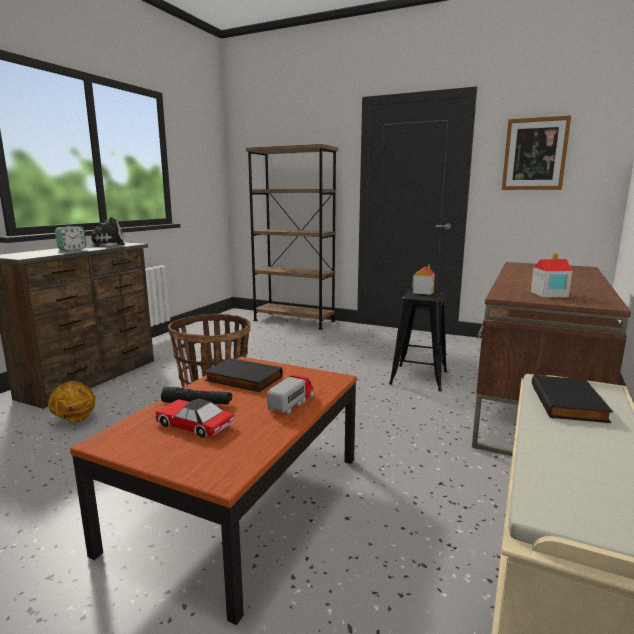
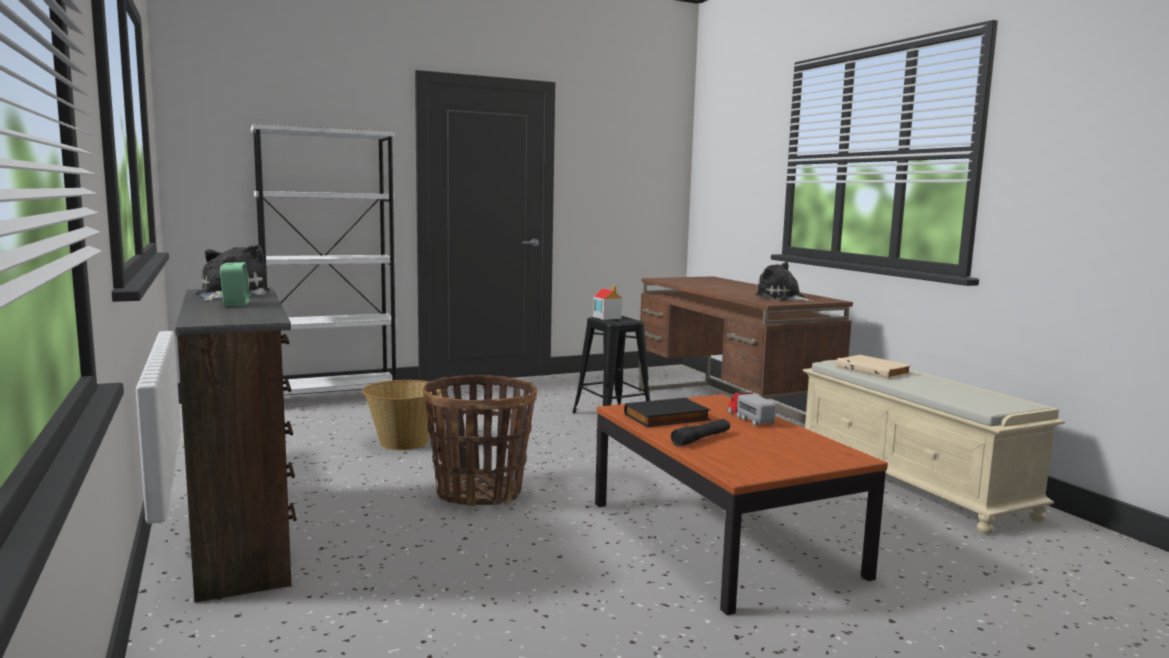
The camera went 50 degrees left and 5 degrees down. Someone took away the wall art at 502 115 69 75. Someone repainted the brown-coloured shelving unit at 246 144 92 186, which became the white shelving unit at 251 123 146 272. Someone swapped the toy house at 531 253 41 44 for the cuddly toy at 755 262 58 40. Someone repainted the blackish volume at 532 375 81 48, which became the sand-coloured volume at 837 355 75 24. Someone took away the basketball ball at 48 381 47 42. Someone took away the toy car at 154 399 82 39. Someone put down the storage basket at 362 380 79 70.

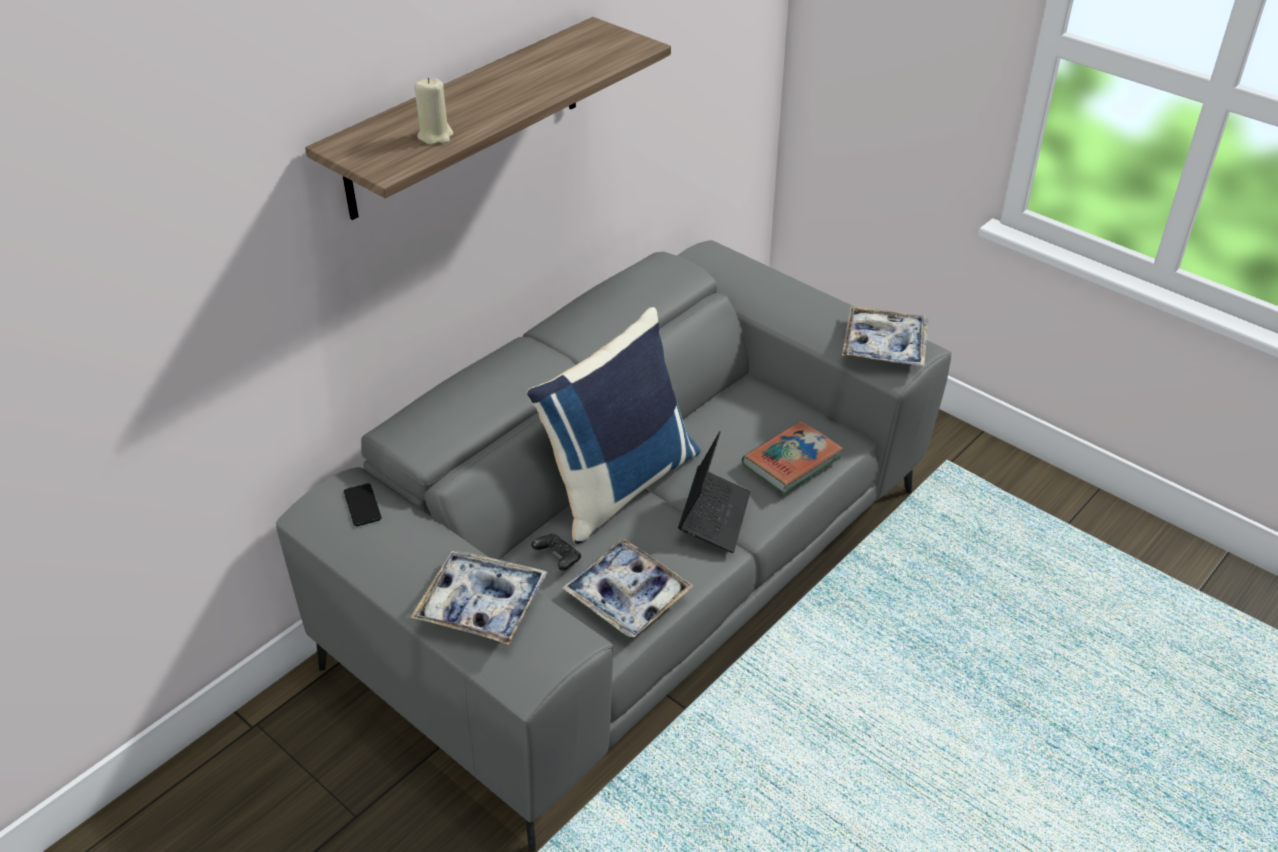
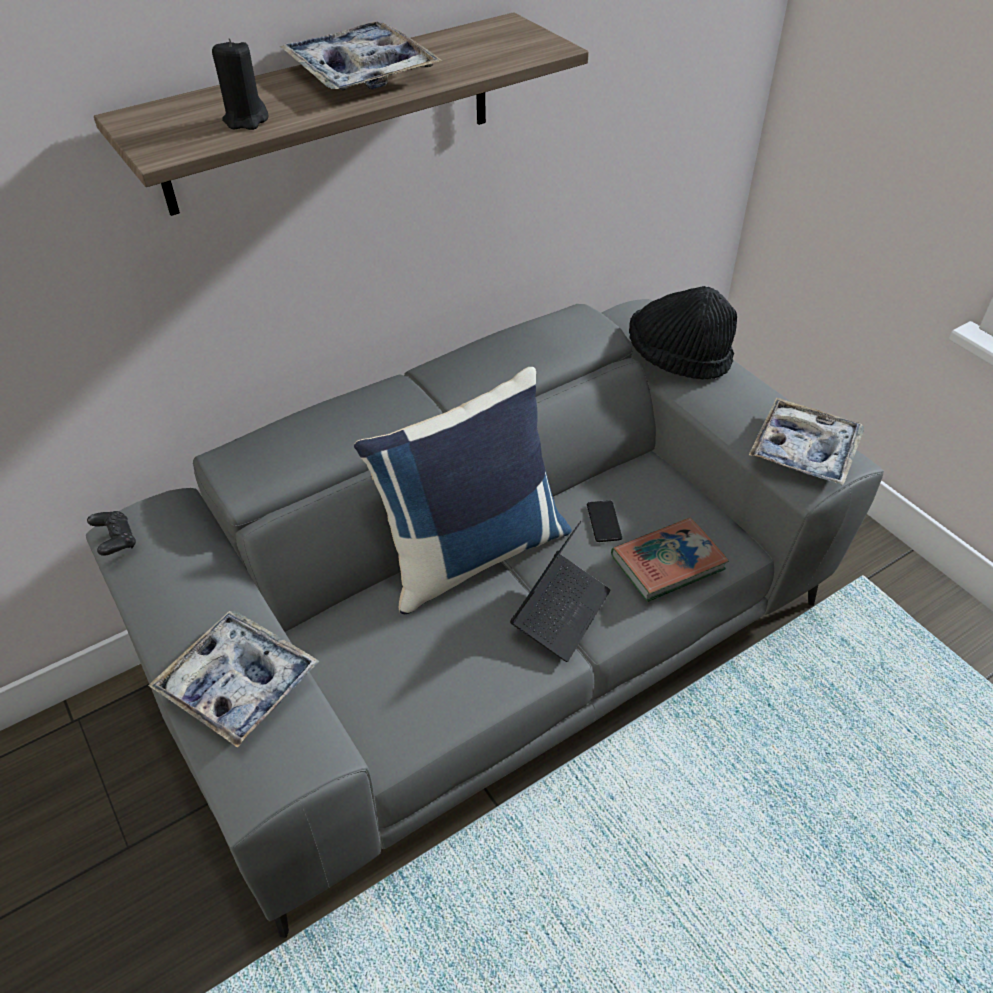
The camera went 15 degrees right and 5 degrees up. Someone repainted the sand-coloured wax candle at 414 77 39 68, which became the blackish wax candle at 212 38 57 92. Someone carried the telephone from 344 483 38 43 to 587 500 35 42. Someone carried the blackish joypad from 531 534 50 36 to 87 511 49 45. Someone carried the tray from 562 539 132 98 to 280 21 162 70. Someone put down the blackish hat at 629 286 108 94.

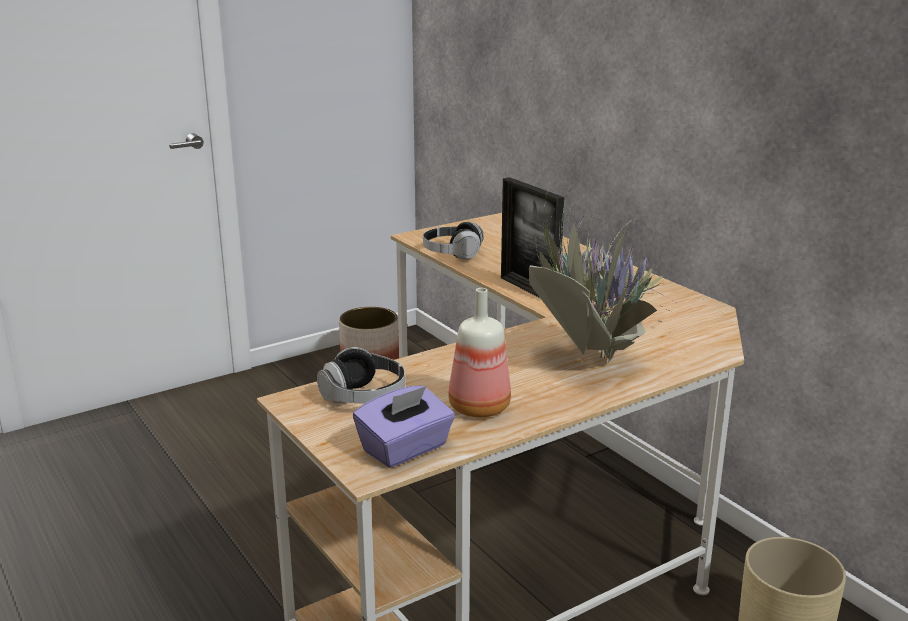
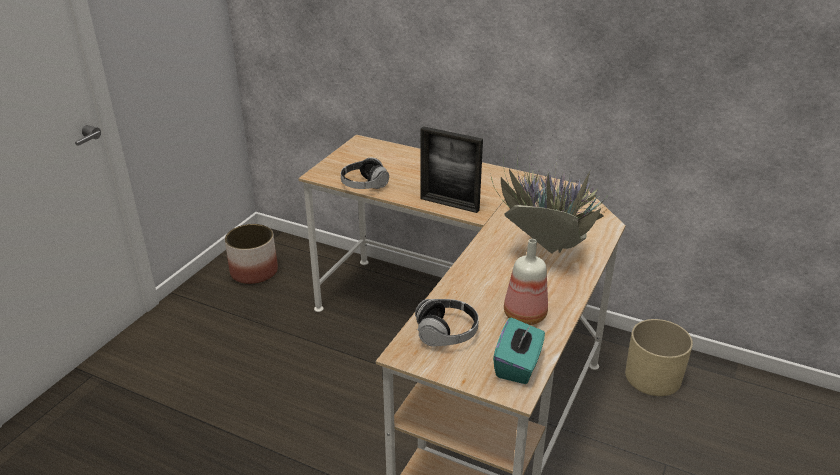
The camera went 30 degrees left and 10 degrees up. Someone repainted the purple-coloured box of tissues at 353 386 102 82, which became the blue-green box of tissues at 493 317 52 67.

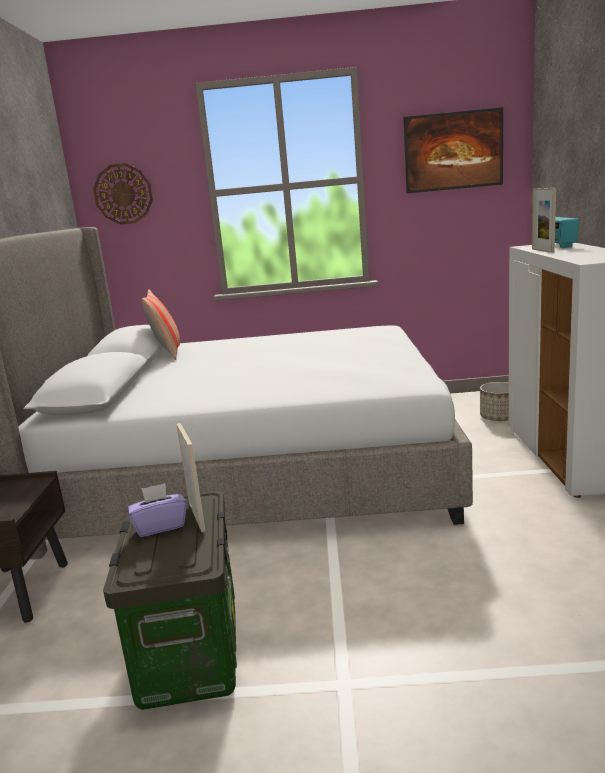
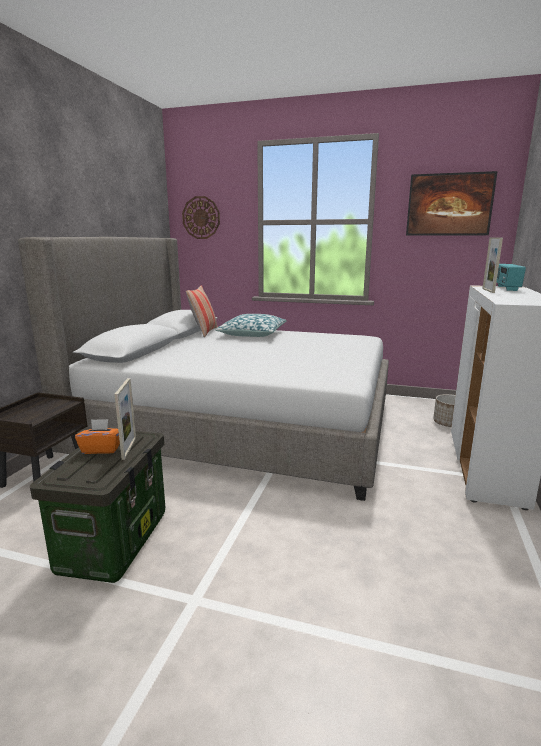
The camera went 15 degrees right and 0 degrees up. Someone repainted the purple-coloured box of tissues at 128 483 59 54, which became the orange-coloured box of tissues at 75 419 45 35. Someone put down the pillow at 215 314 72 23.

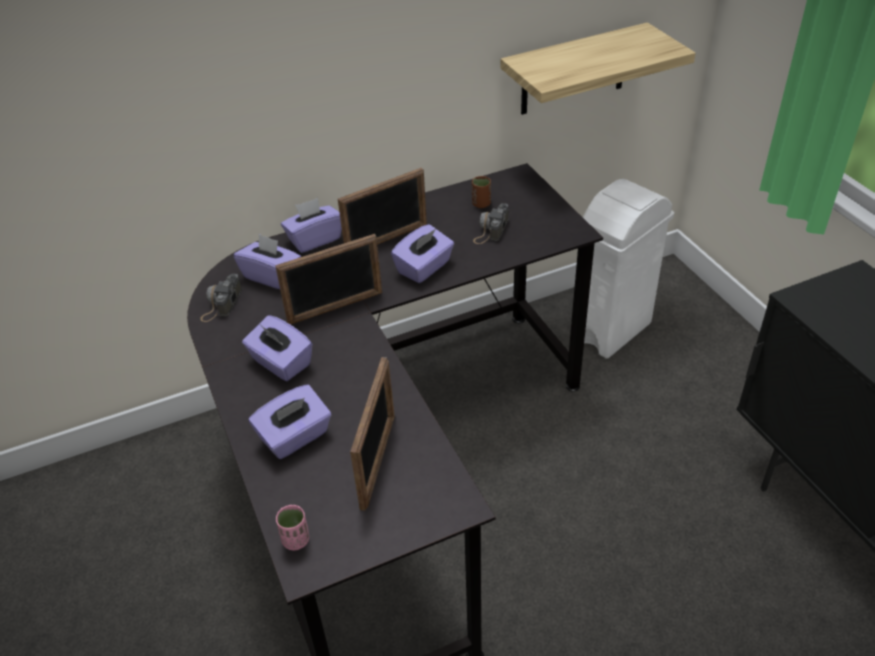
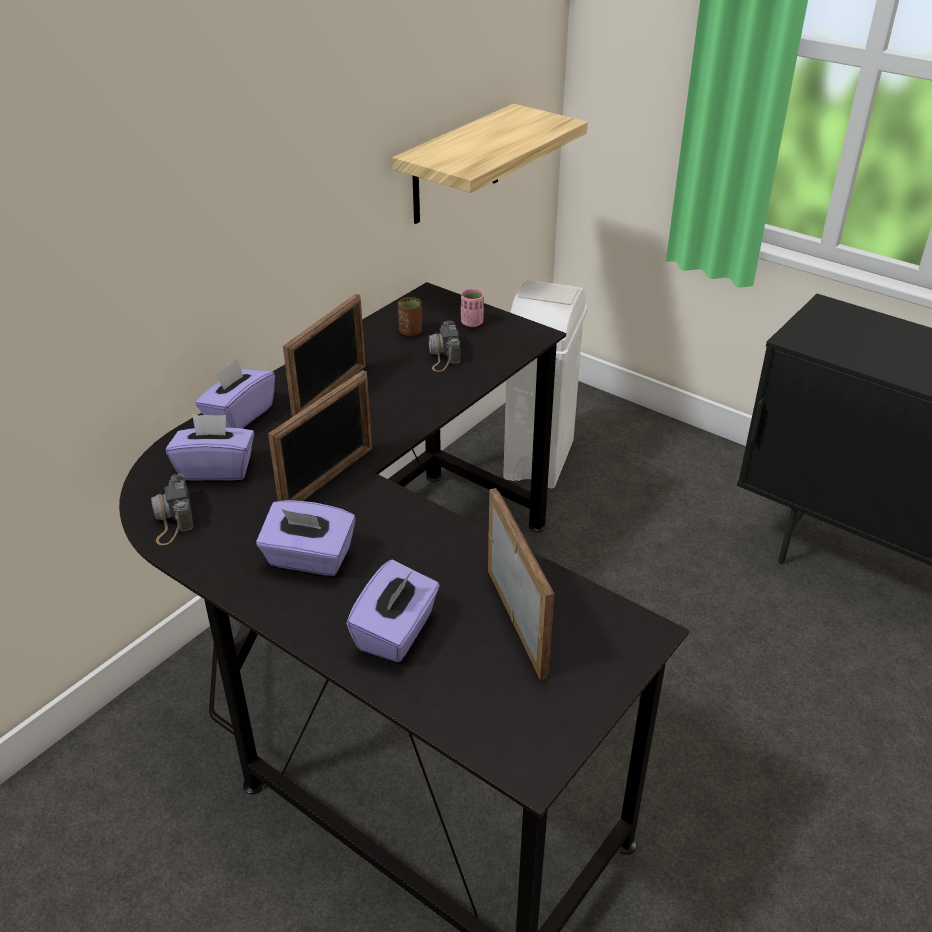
The camera went 30 degrees left and 5 degrees down. Someone took away the purple-coloured box of tissues at 391 224 63 59. Someone carried the pink small cup from 276 505 33 45 to 461 289 23 38.

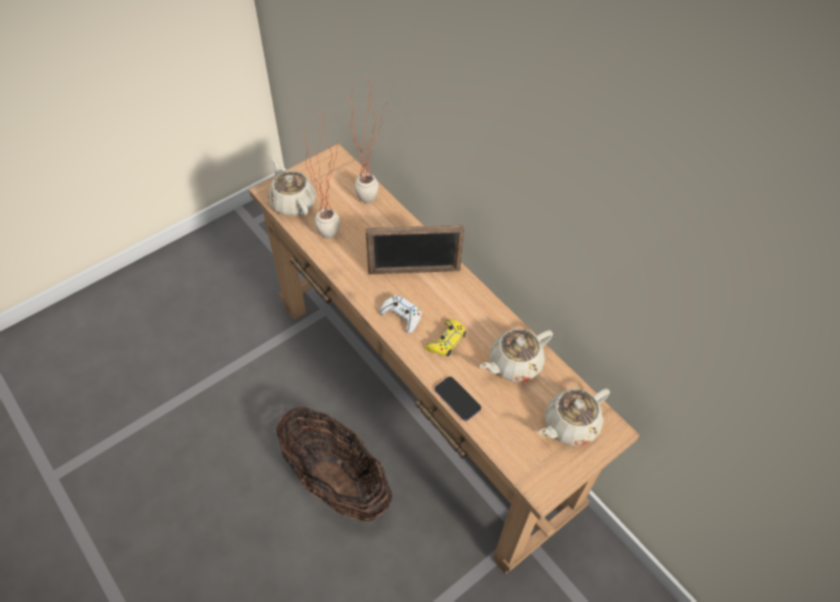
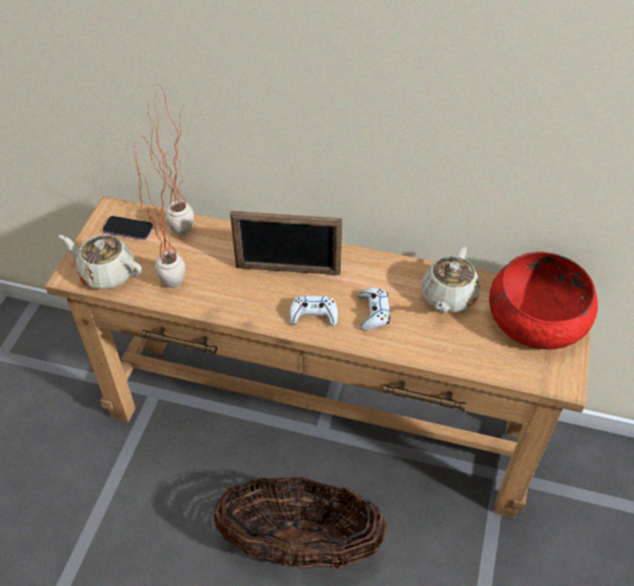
The camera went 35 degrees left and 5 degrees down. Someone rotated the photo frame at 366 225 98 49 by 45 degrees clockwise. Someone repainted the yellowish joypad at 425 319 41 37, which became the white joypad at 358 288 32 43. Someone carried the telephone from 435 377 46 44 to 103 216 50 24. Someone swapped the sand-coloured tea pot at 539 388 71 58 for the reddish deep dish at 489 252 109 98.

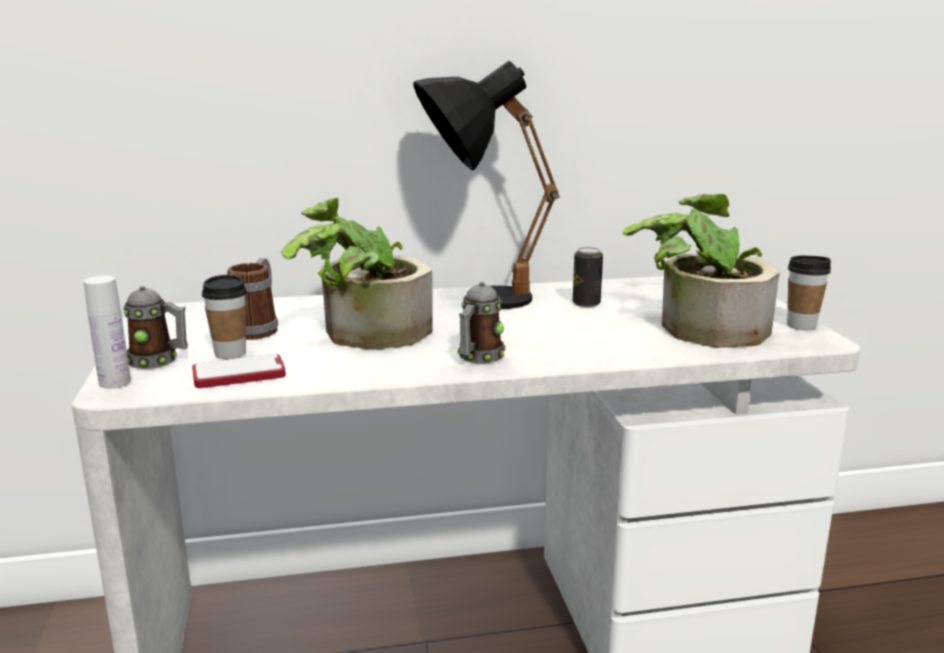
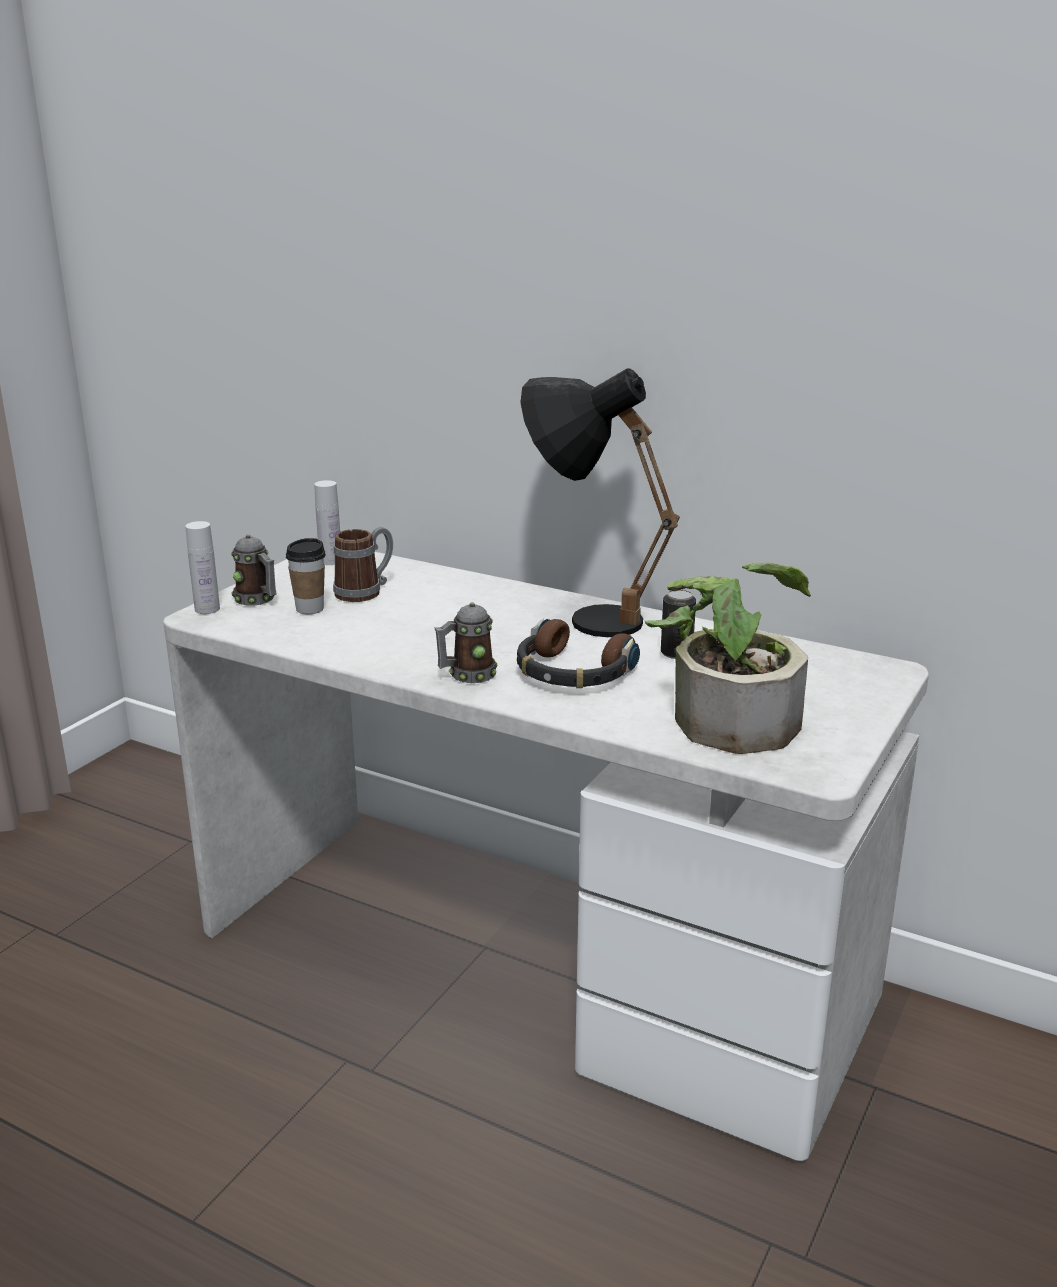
The camera went 40 degrees right and 5 degrees up. Someone took away the potted plant at 281 198 152 152. Someone took away the small cup at 787 256 44 74. Someone took away the telephone at 192 354 94 34. Someone put down the white bottle at 314 480 26 85. Someone put down the headset at 517 619 123 69.

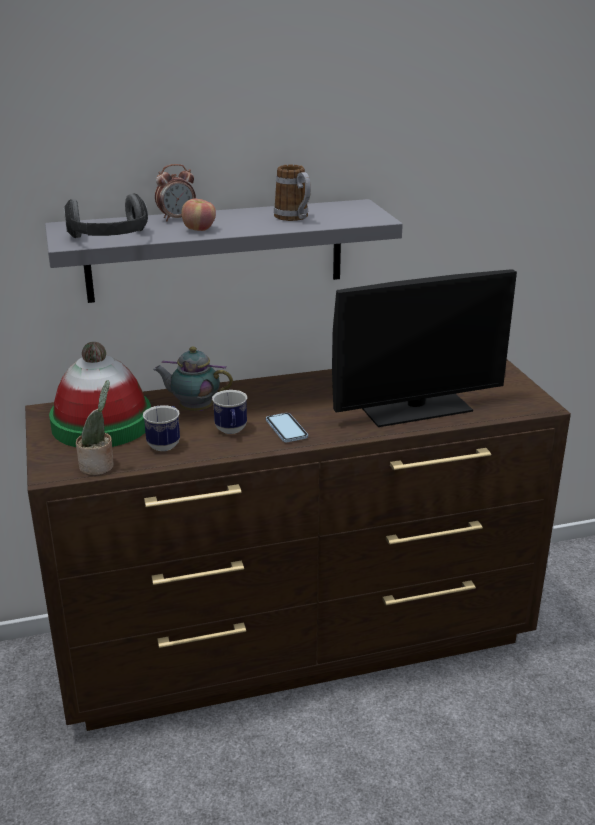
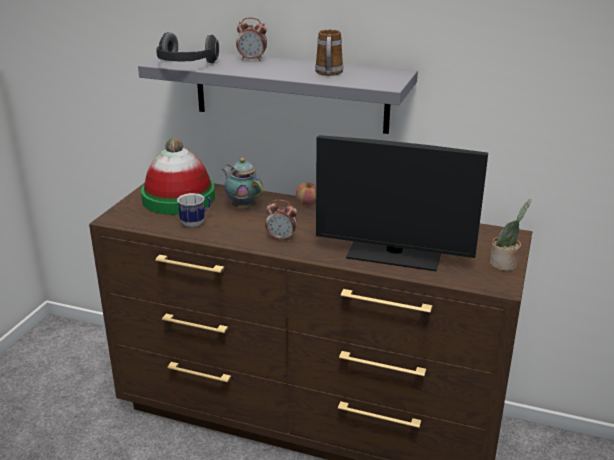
The camera went 35 degrees right and 0 degrees up. Someone carried the apple from 181 199 35 32 to 296 182 20 23. Someone carried the potted plant from 76 380 38 95 to 490 199 41 72. Someone took away the mug at 212 390 35 44. Someone swapped the telephone at 266 413 42 29 for the bedside clock at 265 200 32 42.

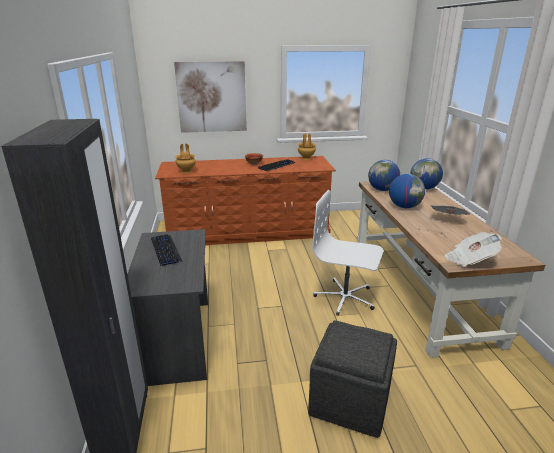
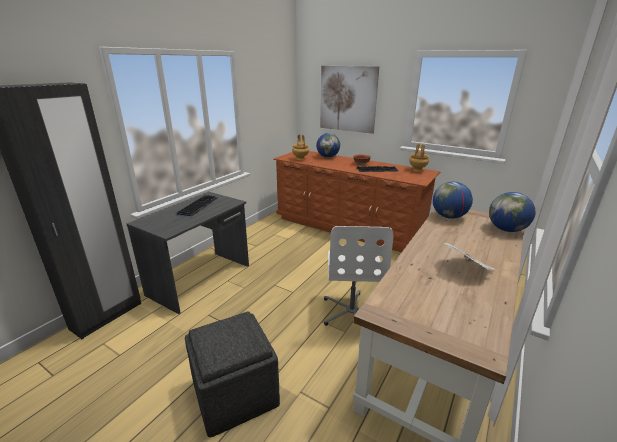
The camera went 40 degrees right and 0 degrees up. Someone carried the desk globe from 389 174 36 34 to 316 133 24 25. Someone rotated the white office chair at 312 190 72 126 by 150 degrees counterclockwise. Someone took away the daily paper at 445 232 57 35.

